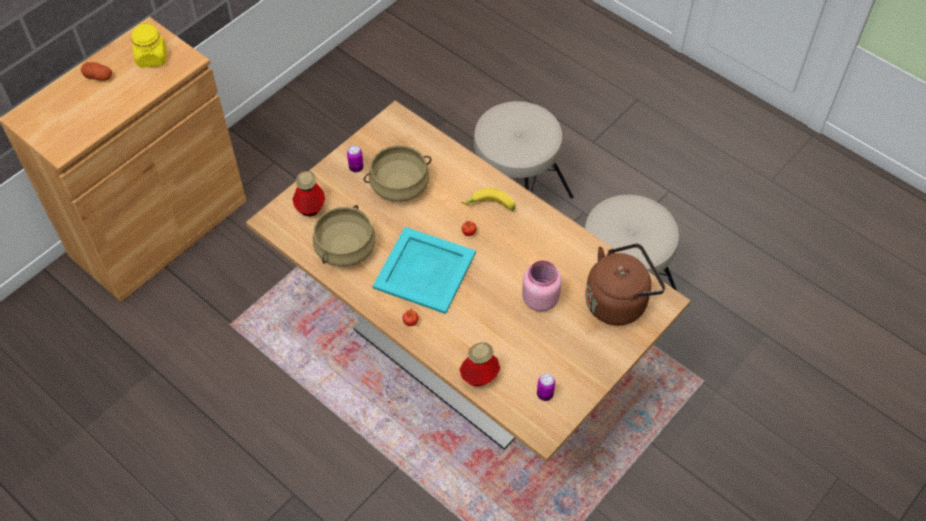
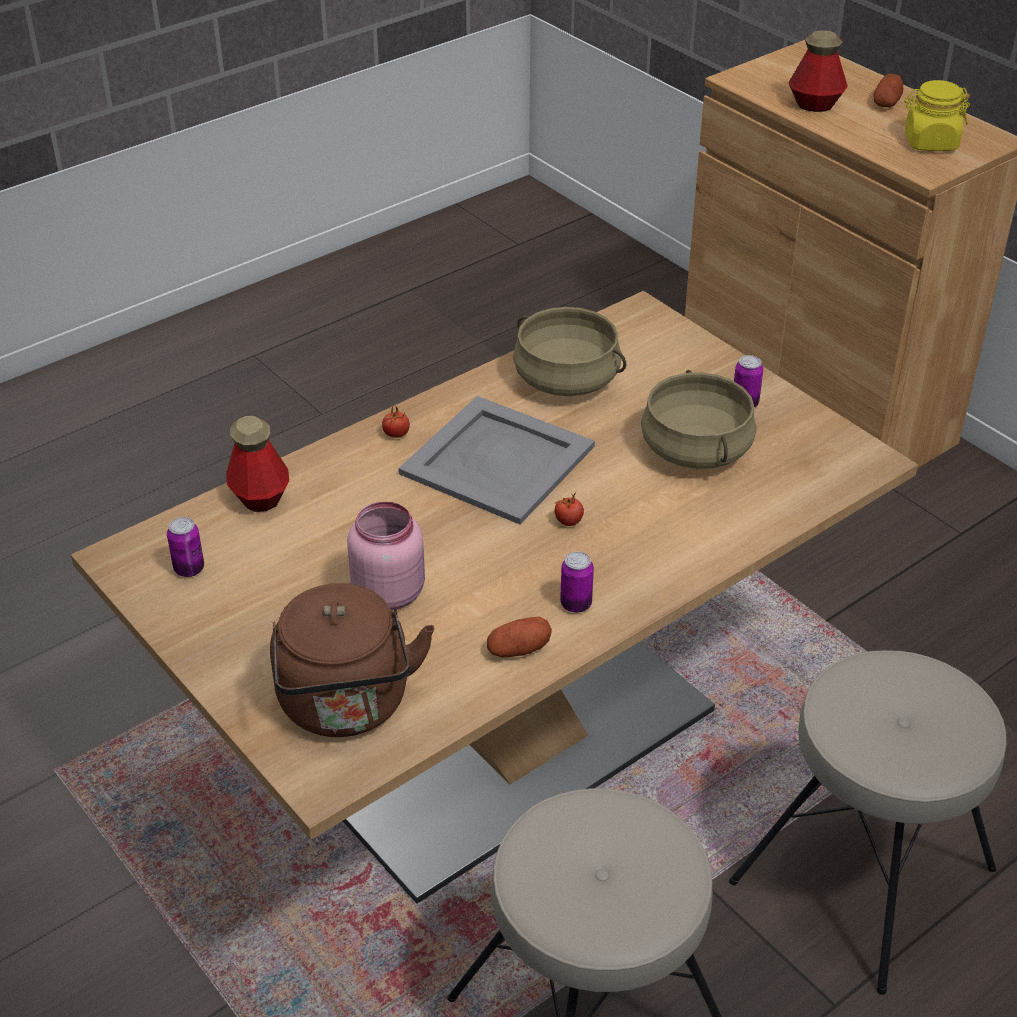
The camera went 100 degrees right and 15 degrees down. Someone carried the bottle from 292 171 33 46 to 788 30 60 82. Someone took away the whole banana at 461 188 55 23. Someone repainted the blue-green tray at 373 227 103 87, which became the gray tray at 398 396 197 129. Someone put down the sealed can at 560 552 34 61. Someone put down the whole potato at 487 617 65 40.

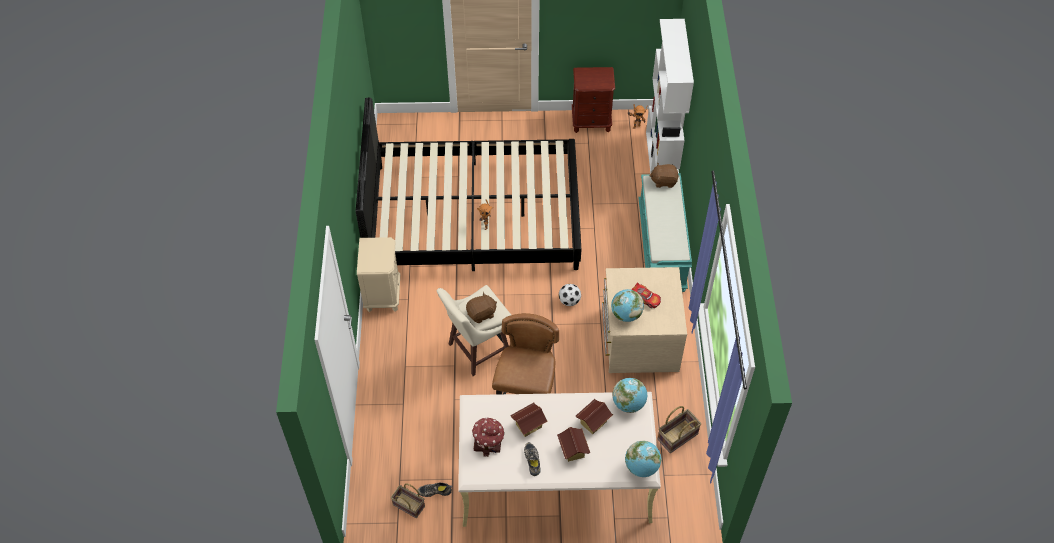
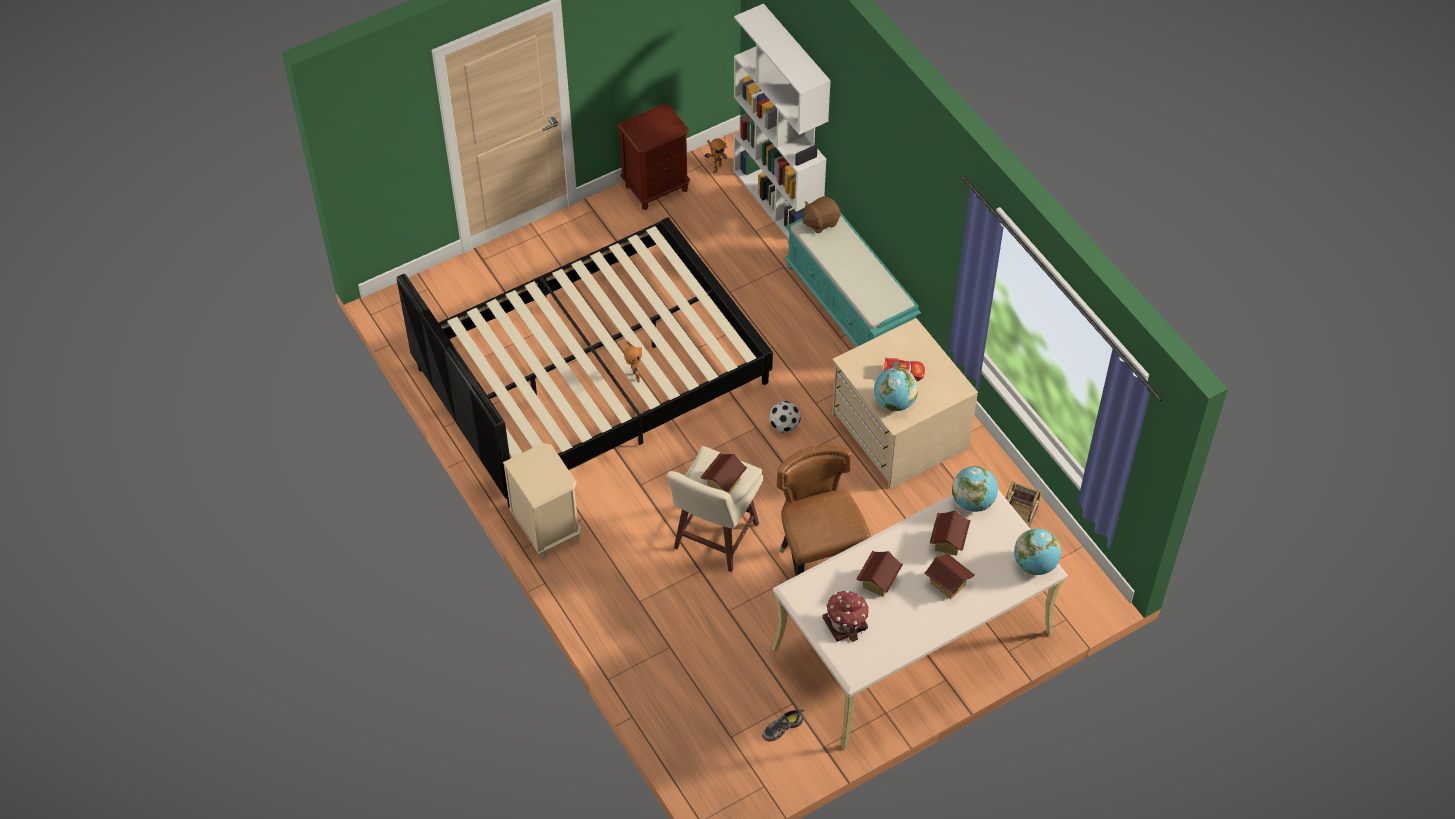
The camera went 30 degrees left and 0 degrees up. Someone swapped the brown-coloured cuddly toy at 466 292 31 31 for the toy house at 700 452 48 41. Someone took away the item of footwear at 524 442 17 34. Someone took away the storage basket at 391 483 34 35.

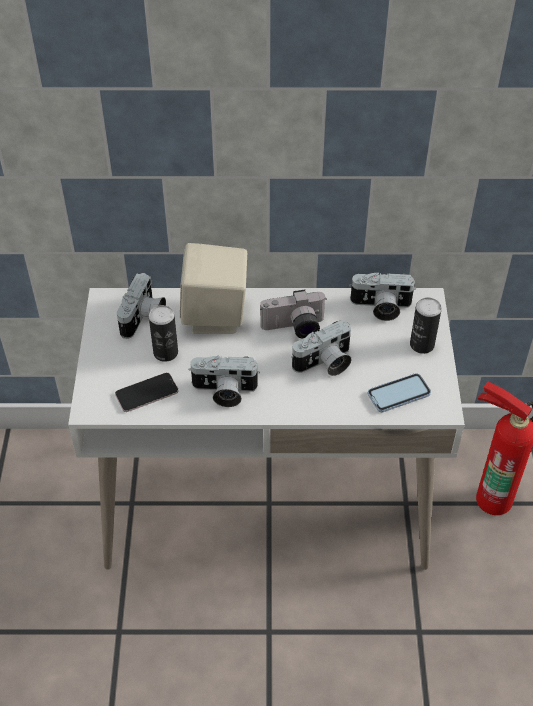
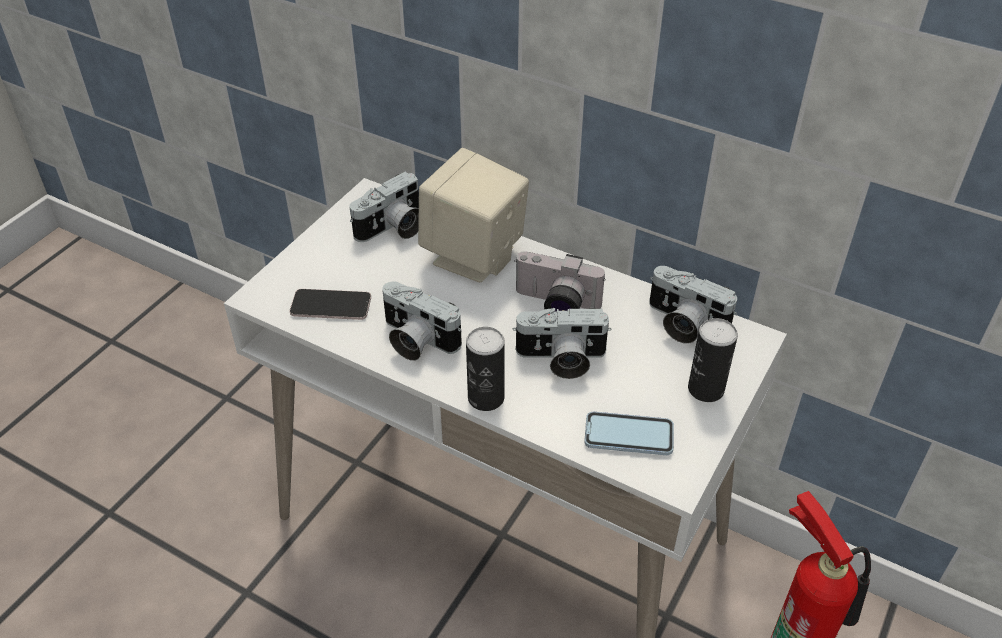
The camera went 30 degrees right and 5 degrees down. Someone carried the sealed can from 149 305 29 57 to 466 327 39 84.

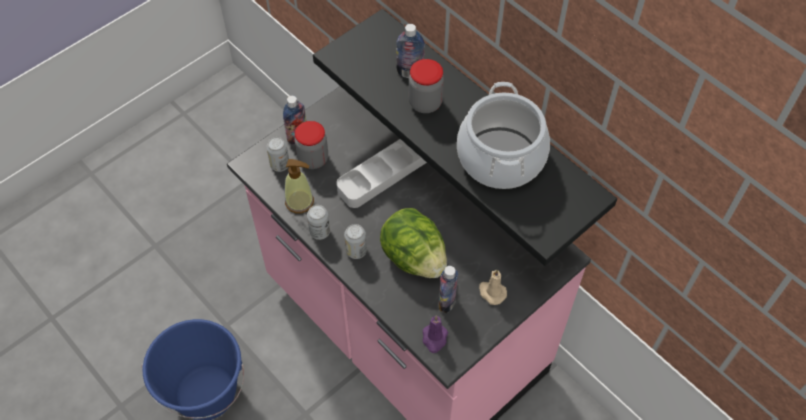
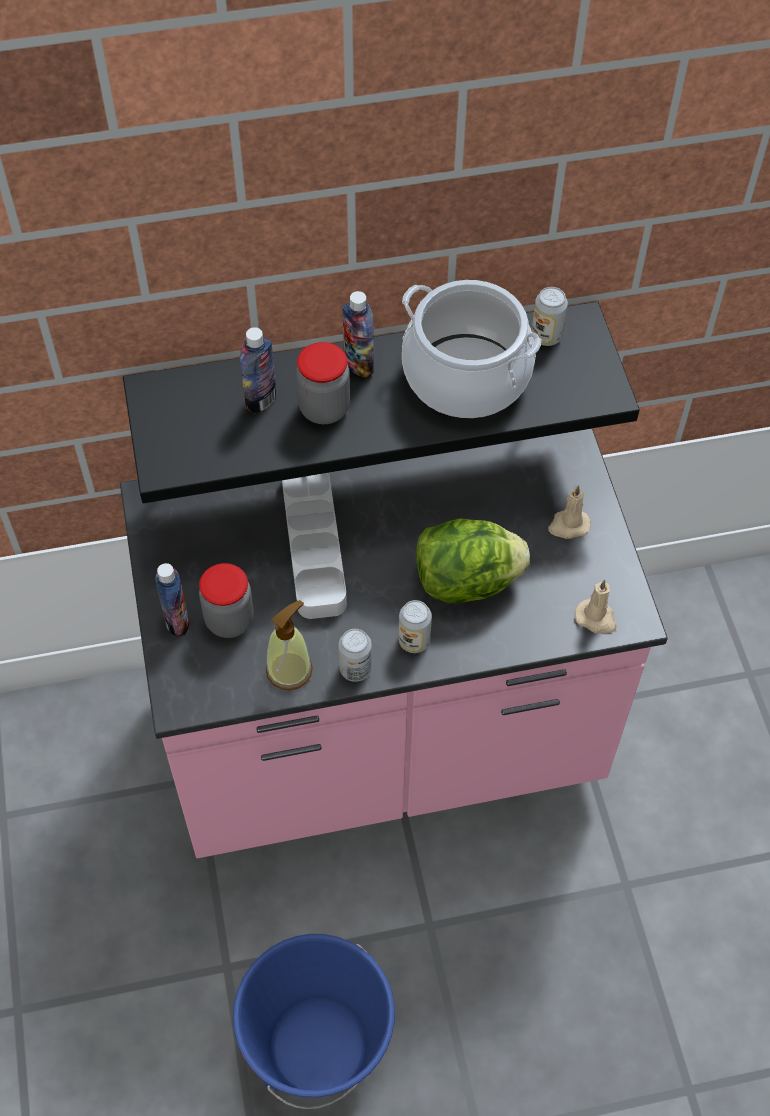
The camera went 60 degrees left and 0 degrees up. Someone carried the sealed can from 266 137 23 35 to 531 287 37 59. Someone carried the bottle from 438 266 20 47 to 343 291 31 87. Someone repainted the purple-coloured wax candle at 423 315 25 38, which became the sand-coloured wax candle at 575 580 42 53.

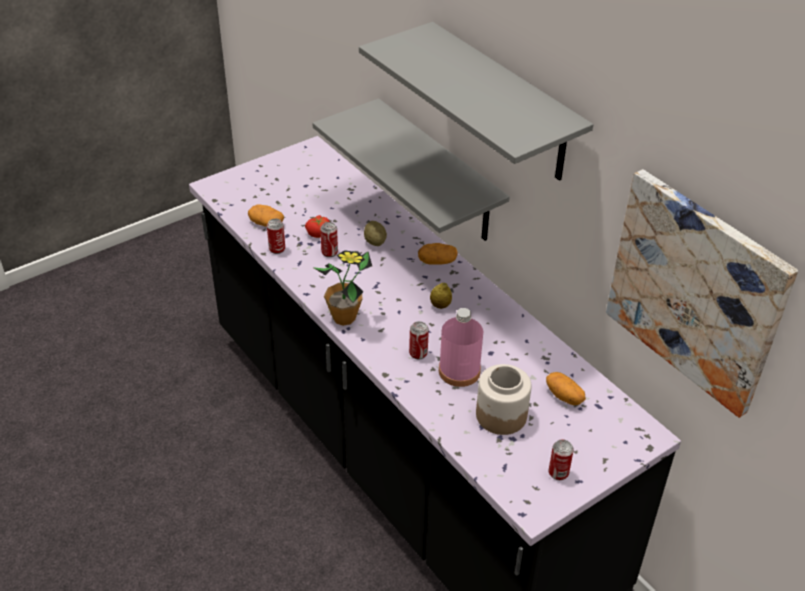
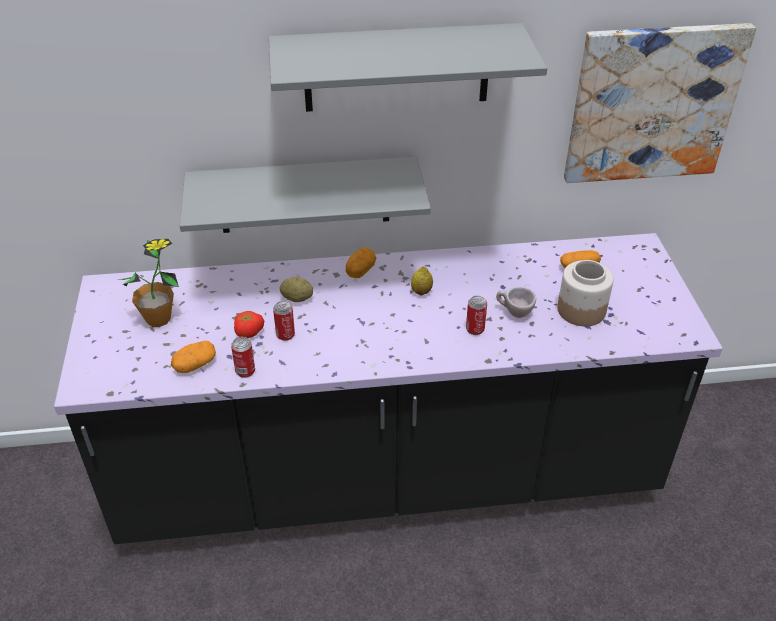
The camera went 60 degrees left and 0 degrees up. Someone carried the potted plant from 312 250 60 76 to 119 239 60 88. Someone swapped the pink bottle at 439 308 44 79 for the sand-coloured small cup at 496 287 40 31. Someone took away the sealed can at 549 439 25 41.

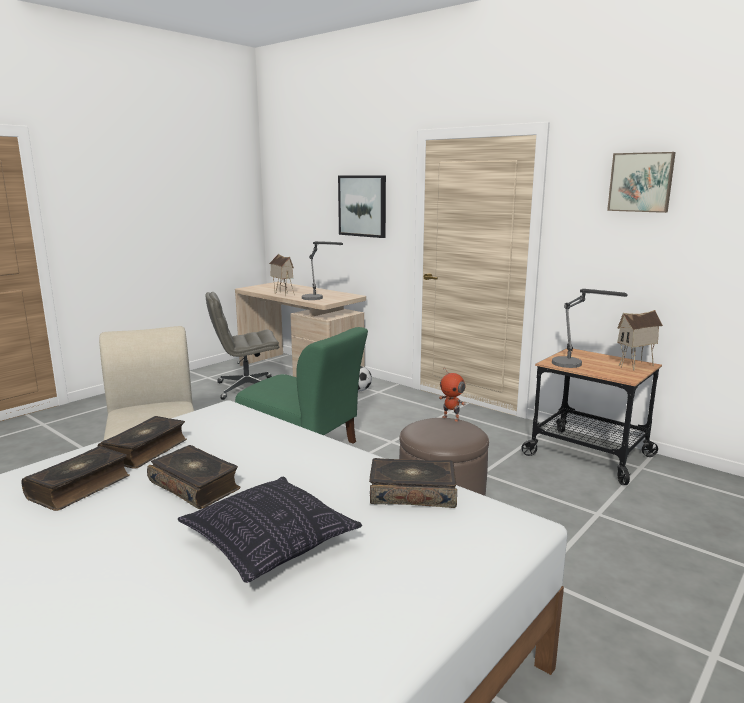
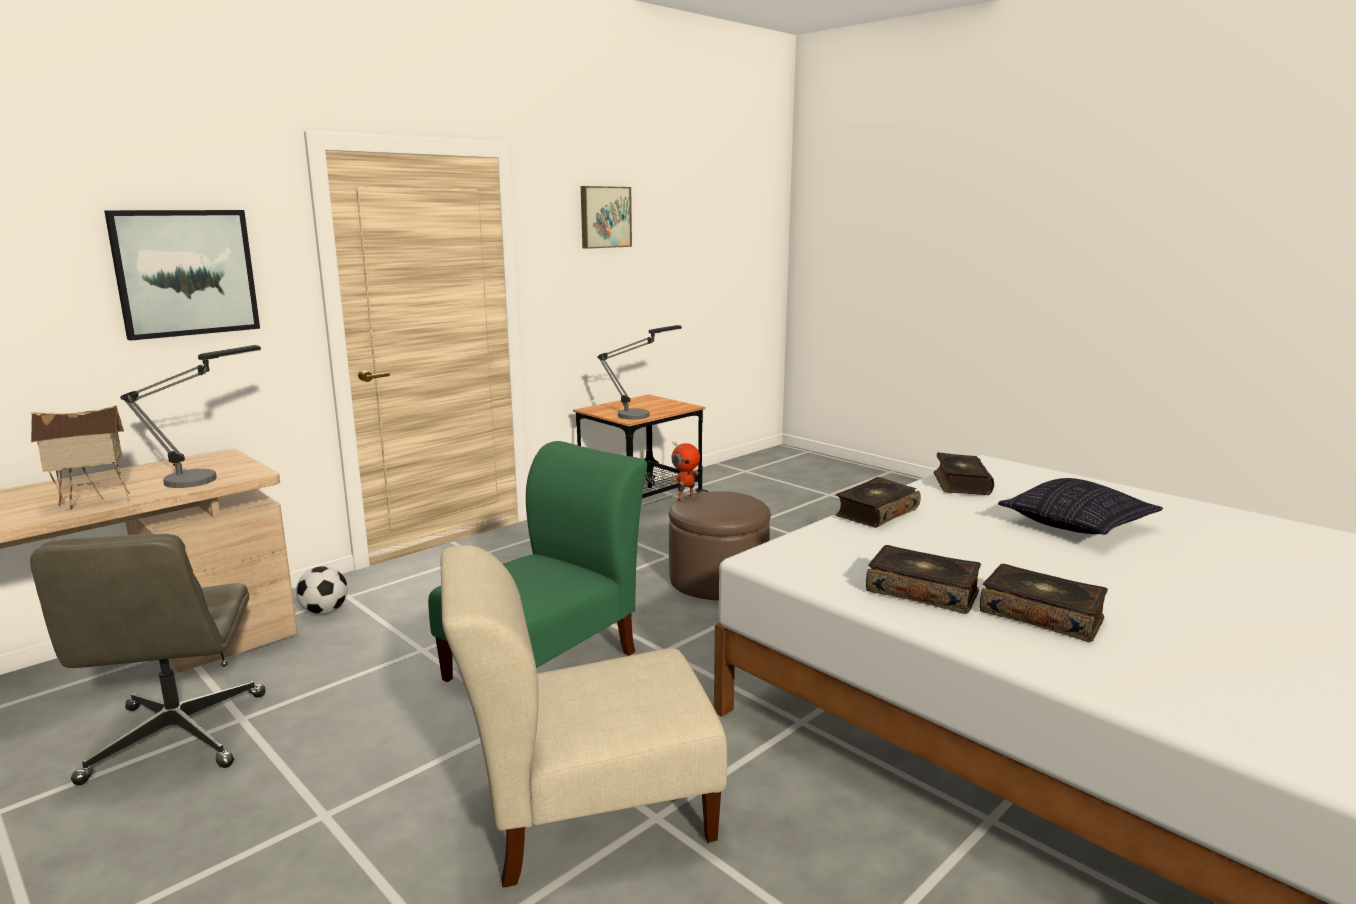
The camera went 85 degrees left and 0 degrees up. Someone took away the toy house at 617 310 46 61. Someone carried the volume from 147 445 94 64 to 835 477 86 51.

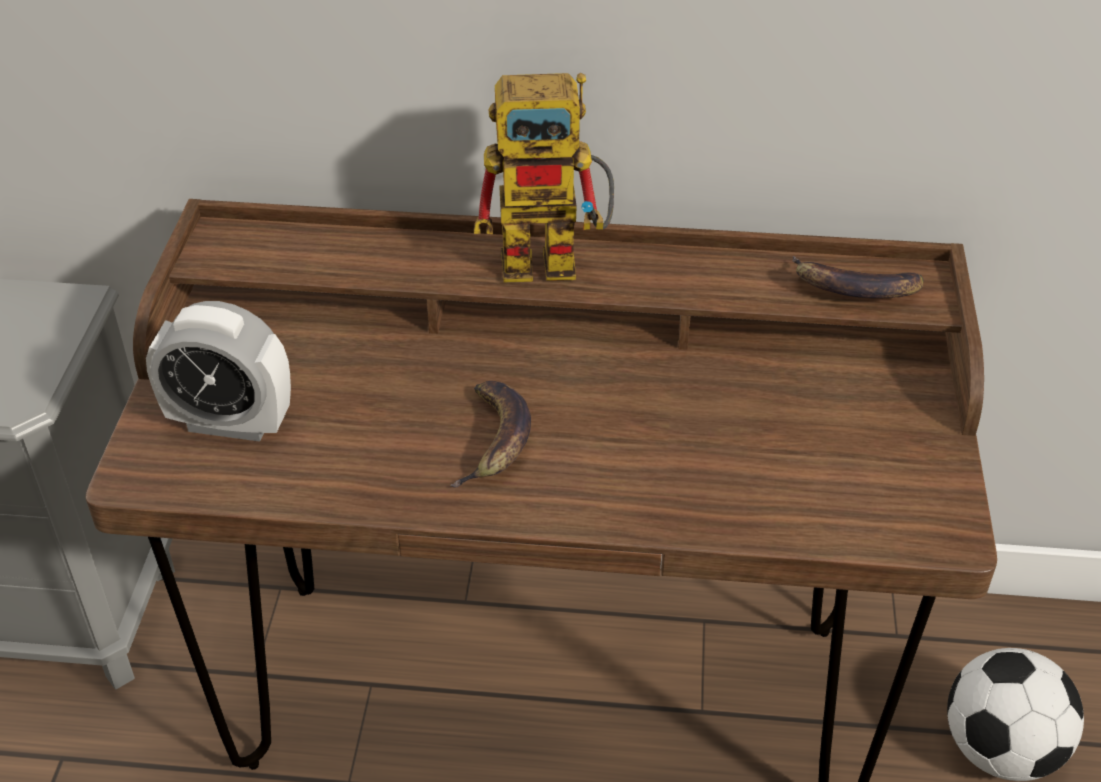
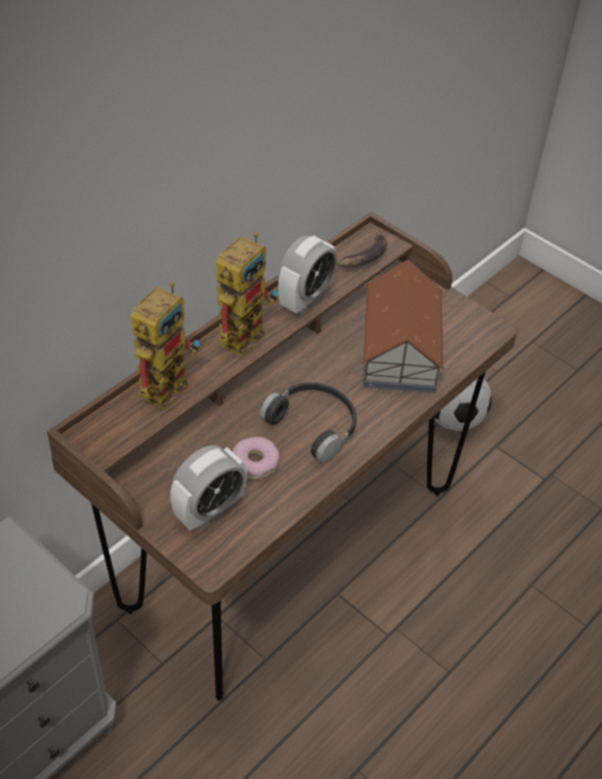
The camera went 55 degrees left and 5 degrees up. Someone swapped the whole banana at 450 381 81 106 for the blackish headset at 260 382 96 81. Someone put down the bedside clock at 278 236 59 78. Someone put down the toy house at 361 259 84 134. Someone put down the model robot at 131 281 70 129. Someone put down the doughnut at 233 437 46 43.

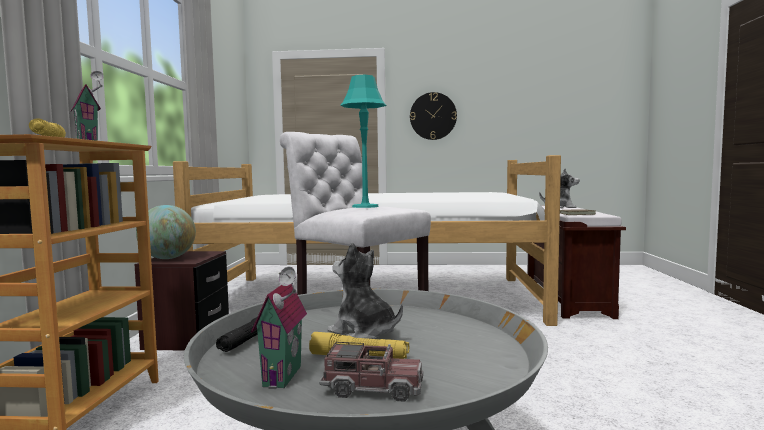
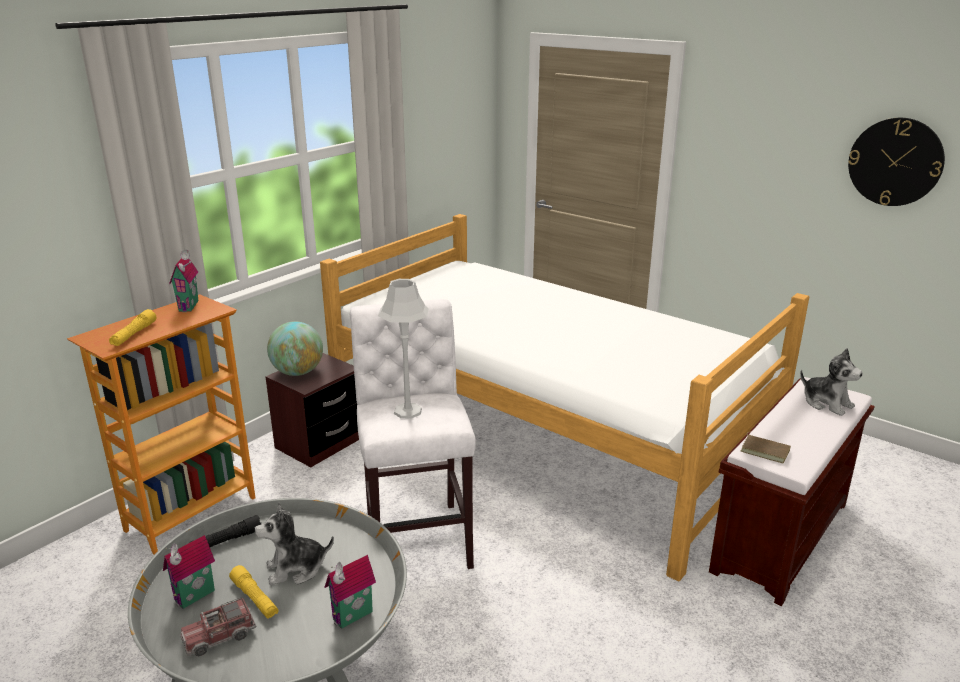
The camera went 35 degrees right and 20 degrees up. Someone repainted the blue-green tabletop lamp at 340 75 47 133, which became the gray tabletop lamp at 378 279 51 140. Someone carried the wall clock from 410 92 47 48 to 848 118 97 88. Someone rotated the cuddly toy at 327 242 76 97 by 90 degrees counterclockwise. Someone rotated the toy truck at 319 342 104 60 by 105 degrees clockwise. Someone put down the toy house at 324 555 52 74.

